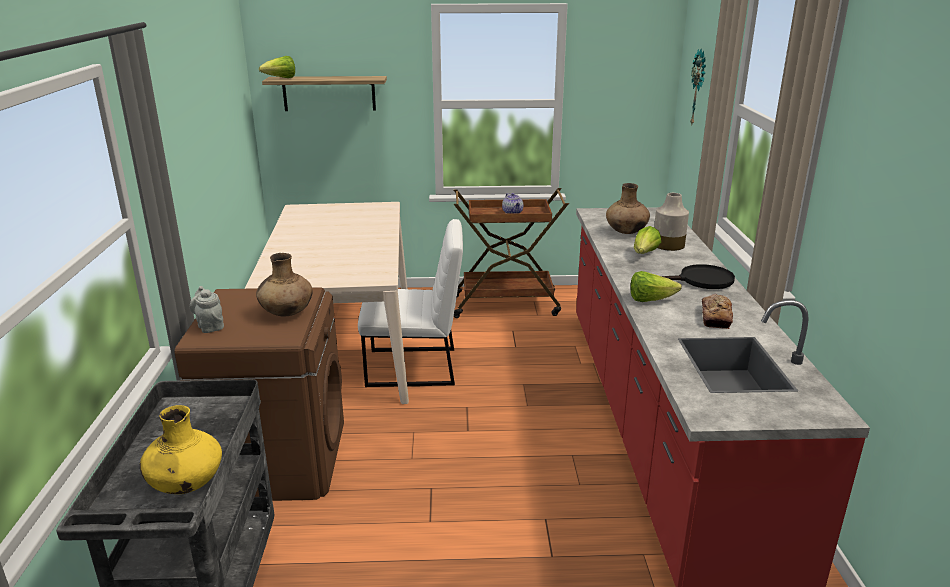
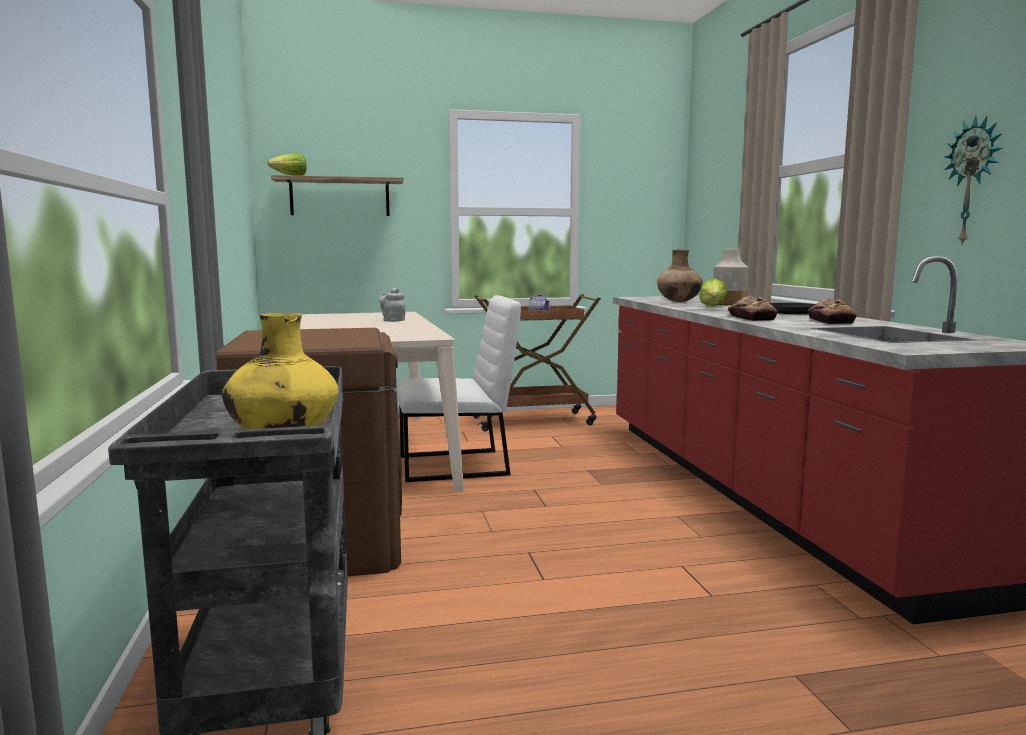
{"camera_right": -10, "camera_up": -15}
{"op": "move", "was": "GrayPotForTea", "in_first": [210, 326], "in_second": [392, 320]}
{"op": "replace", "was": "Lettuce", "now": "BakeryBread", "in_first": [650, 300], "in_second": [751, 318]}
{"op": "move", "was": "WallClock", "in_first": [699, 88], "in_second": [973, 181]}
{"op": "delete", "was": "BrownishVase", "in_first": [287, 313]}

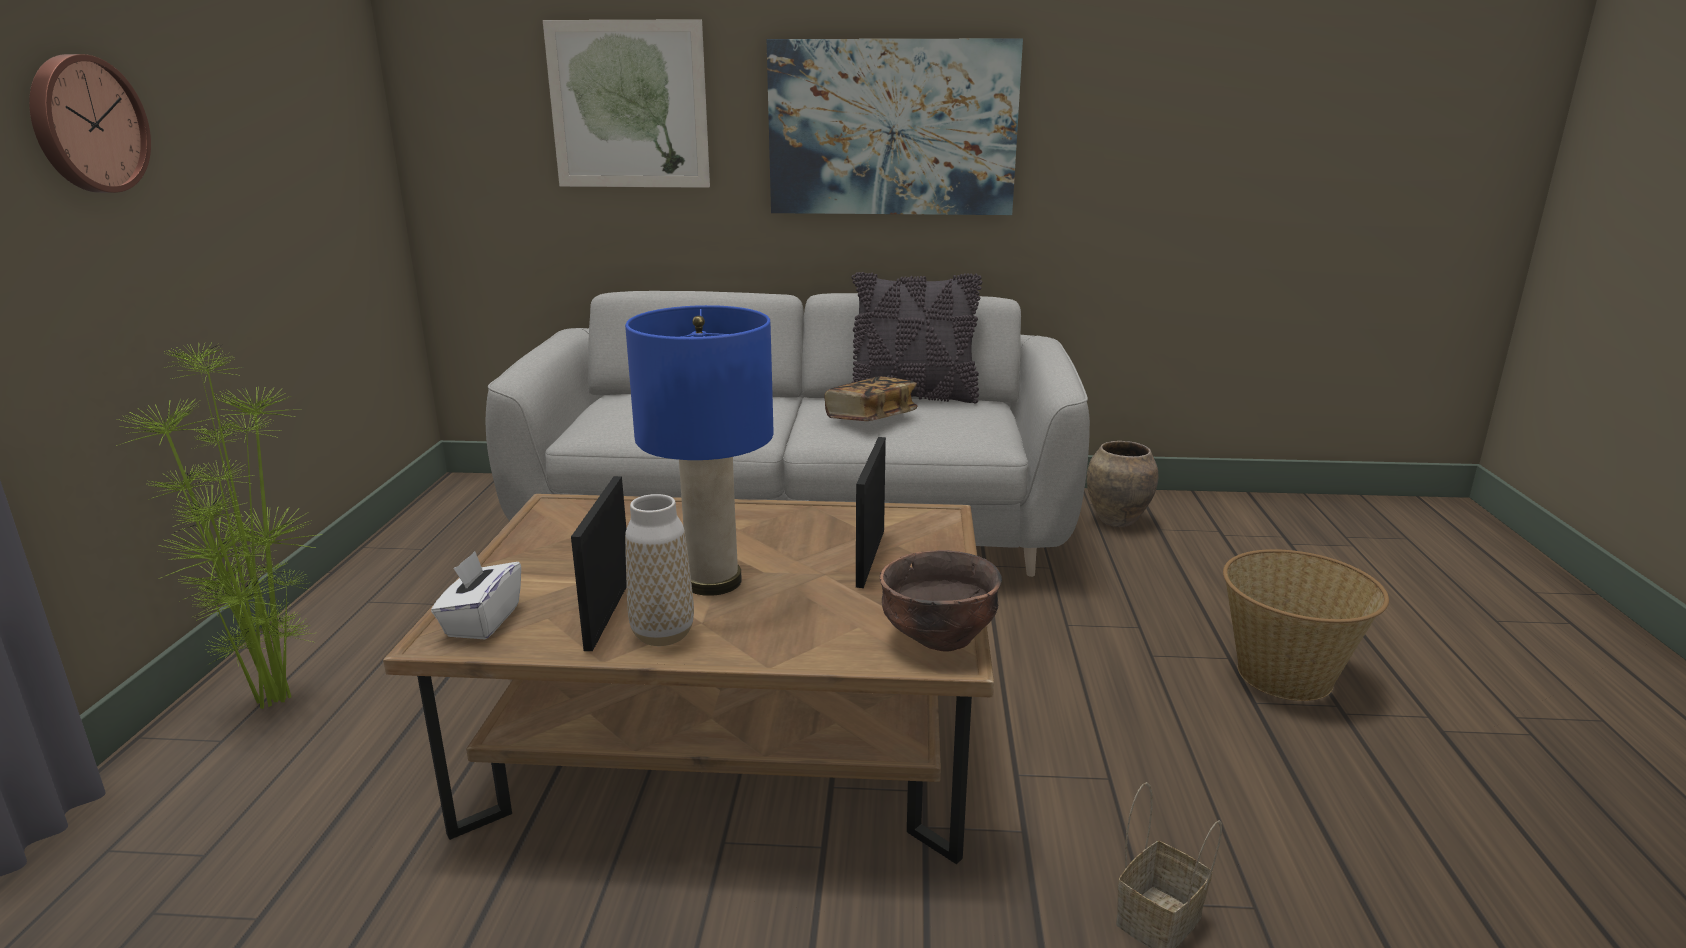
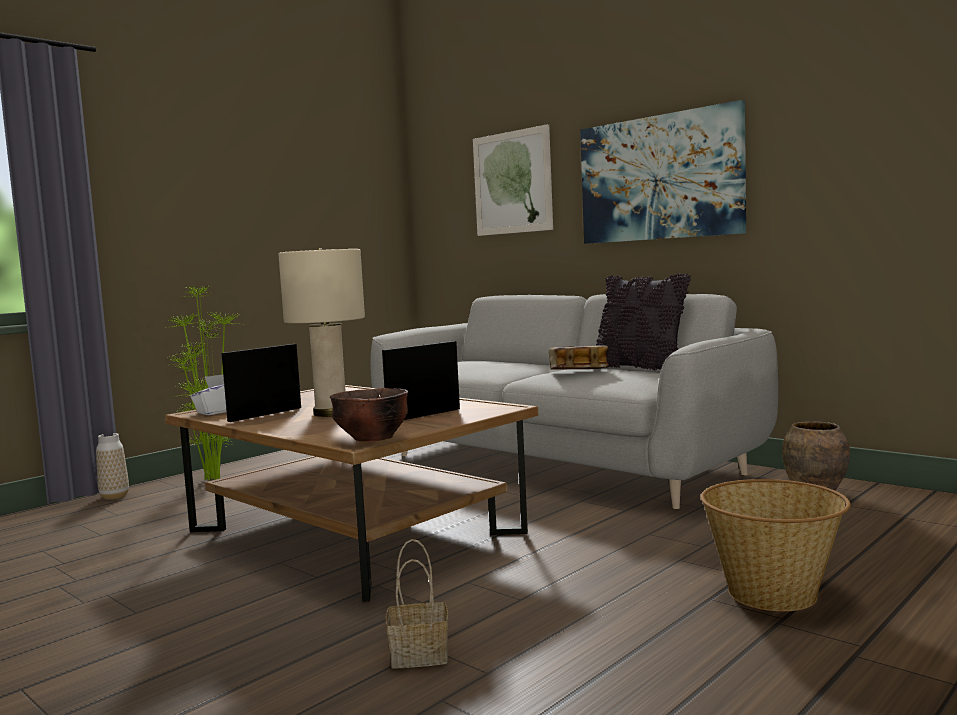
{"camera_right": 40, "camera_up": -15}
{"op": "move", "was": "Vase", "in_first": [662, 634], "in_second": [114, 496]}
{"op": "recolor", "was": "BlueLampForATable", "now": "BeigeLampForATable", "in_first": [711, 581], "in_second": [331, 413]}
{"op": "delete", "was": "WallClock", "in_first": [86, 124]}

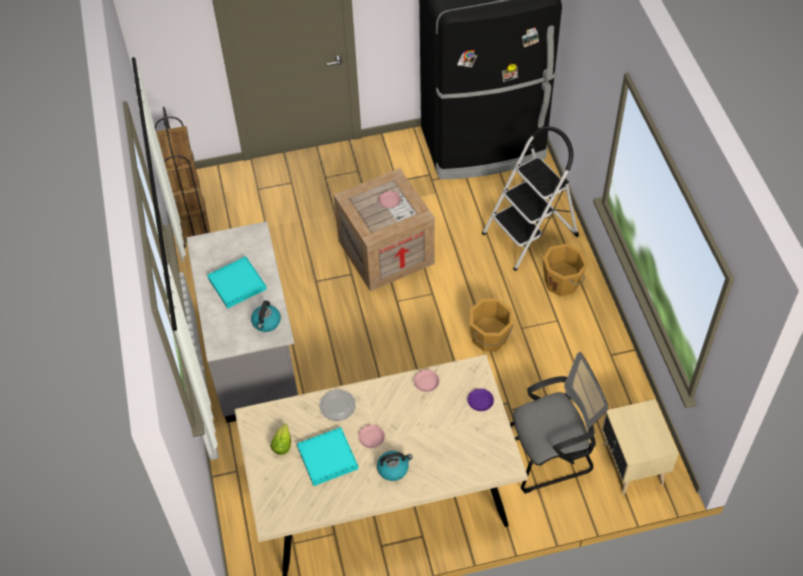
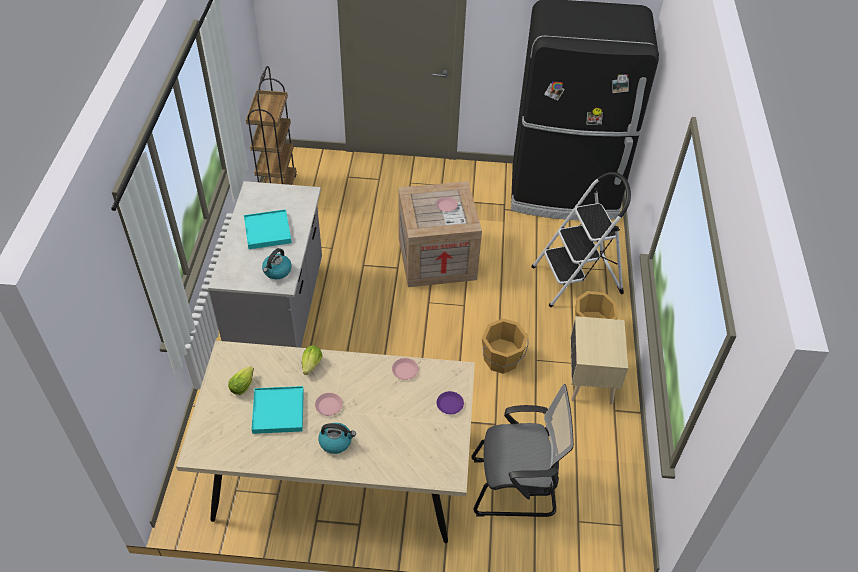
{"camera_right": 15, "camera_up": -5}
{"op": "replace", "was": "FlatDish", "now": "Lettuce", "in_first": [338, 405], "in_second": [311, 366]}
{"op": "move", "was": "BeigeNightstand", "in_first": [631, 465], "in_second": [589, 381]}

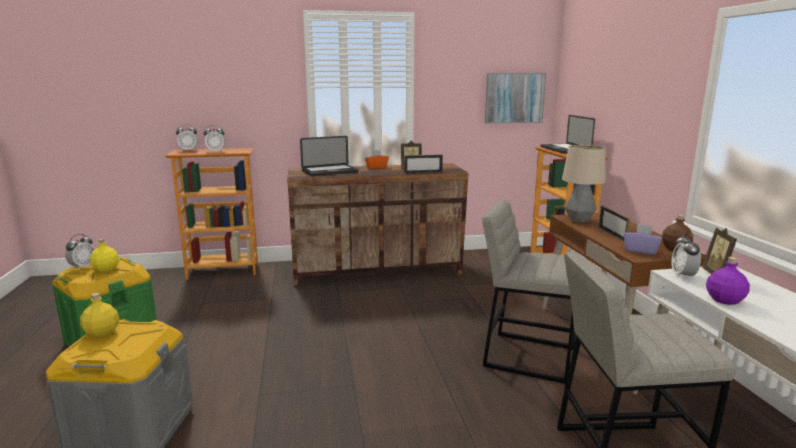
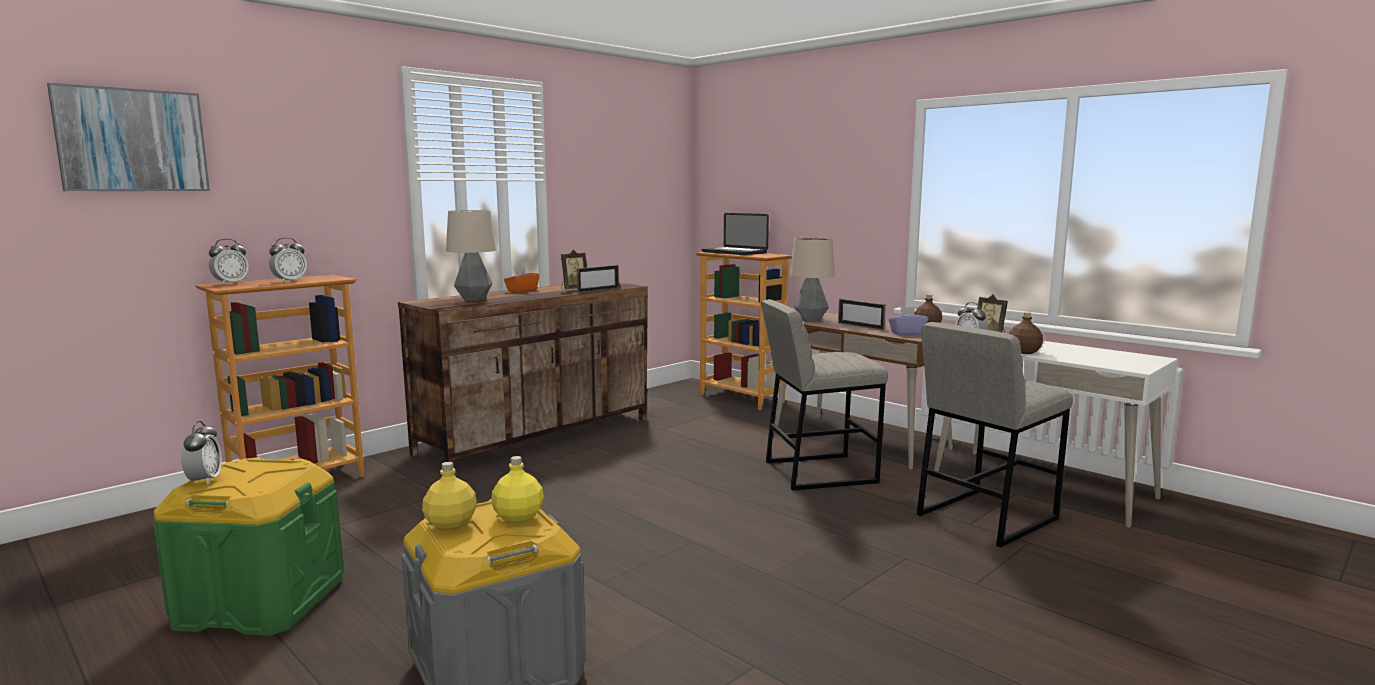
{"camera_right": -35, "camera_up": -5}
{"op": "move", "was": "Picture", "in_first": [514, 98], "in_second": [132, 140]}
{"op": "replace", "was": "NotebookComputer", "now": "LampForATable", "in_first": [330, 171], "in_second": [474, 299]}
{"op": "move", "was": "YellowishBottle", "in_first": [106, 269], "in_second": [519, 517]}
{"op": "recolor", "was": "PurpleBottle", "now": "BrownishBottle", "in_first": [724, 300], "in_second": [1023, 352]}

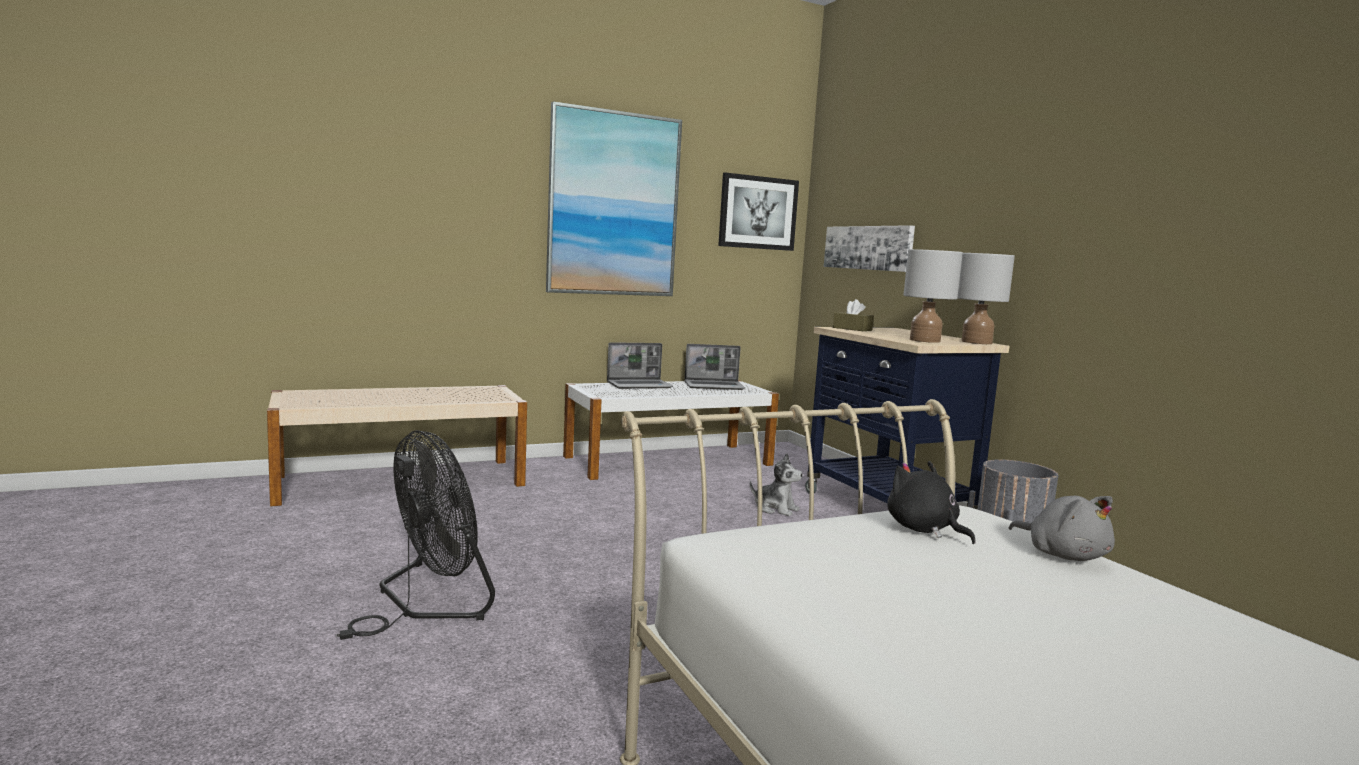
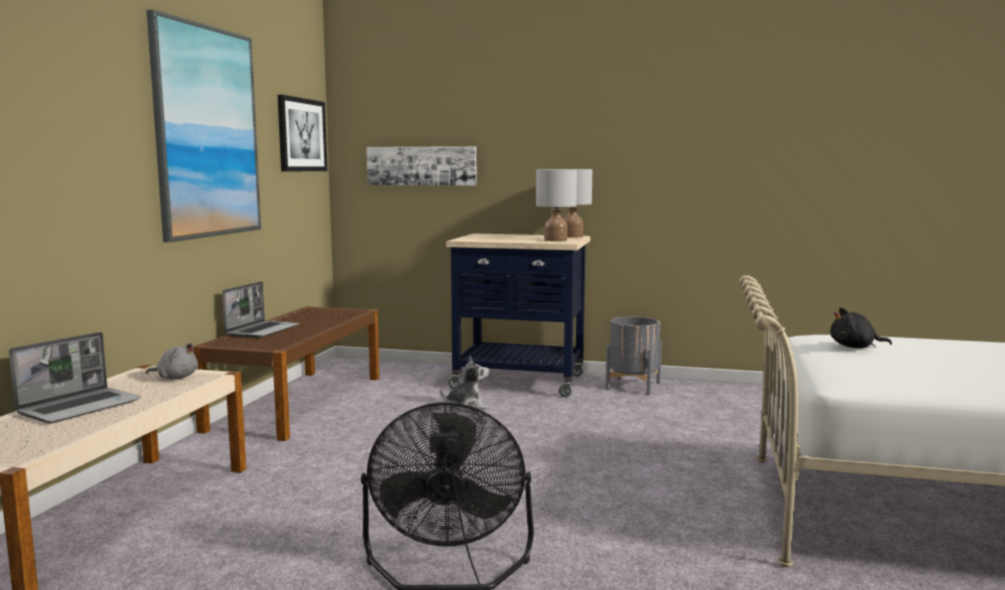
{"camera_right": -50, "camera_up": 0}
{"op": "move", "was": "NotebookComputer", "in_first": [714, 386], "in_second": [80, 407]}
{"op": "move", "was": "GraySoftToy", "in_first": [1063, 555], "in_second": [176, 377]}
{"op": "recolor", "was": "WhiteColouredBench", "now": "BrownishBench", "in_first": [668, 460], "in_second": [297, 402]}
{"op": "delete", "was": "BrownishBoxOfTissues", "in_first": [852, 329]}

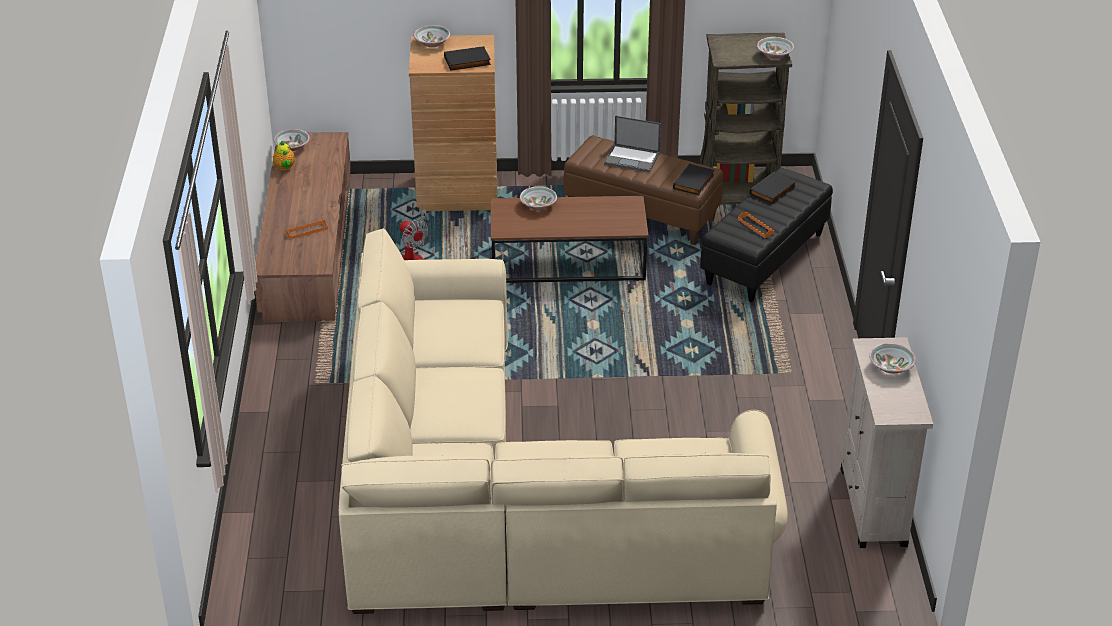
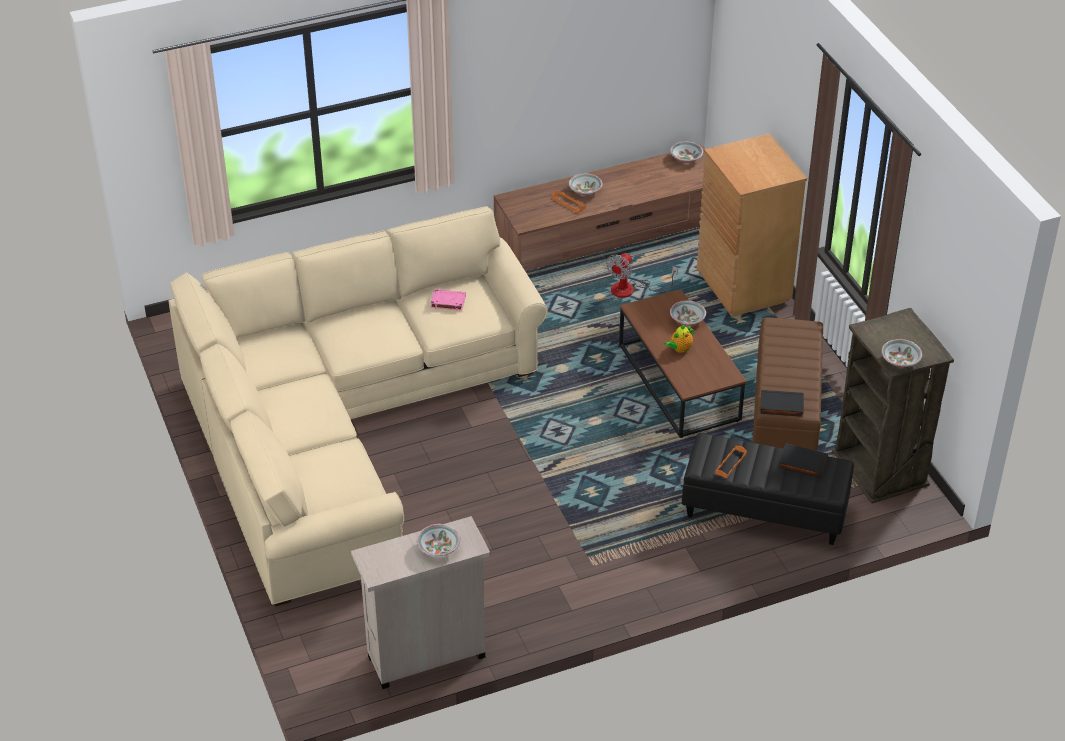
{"camera_right": 70, "camera_up": 5}
{"op": "insert", "now": "PinkColouredVolume", "in_second": [447, 302]}
{"op": "move", "was": "DeepDish", "in_first": [432, 43], "in_second": [585, 191]}
{"op": "move", "was": "PotForTea", "in_first": [285, 167], "in_second": [679, 349]}
{"op": "delete", "was": "BlackishVolume", "in_first": [467, 62]}
{"op": "delete", "was": "NotebookComputer", "in_first": [632, 158]}

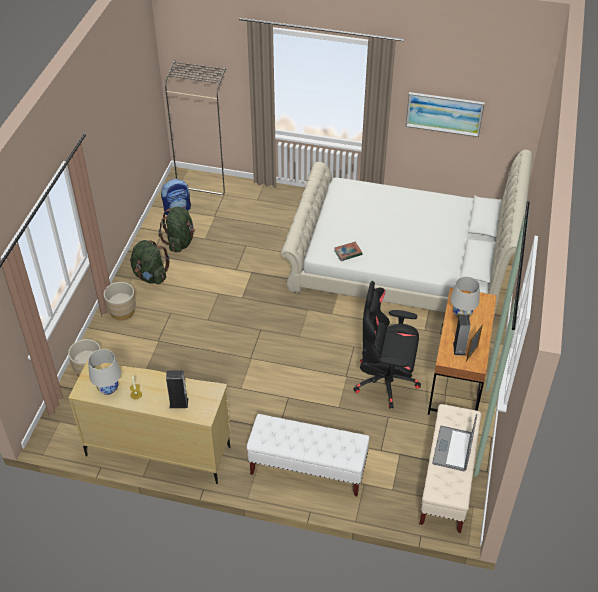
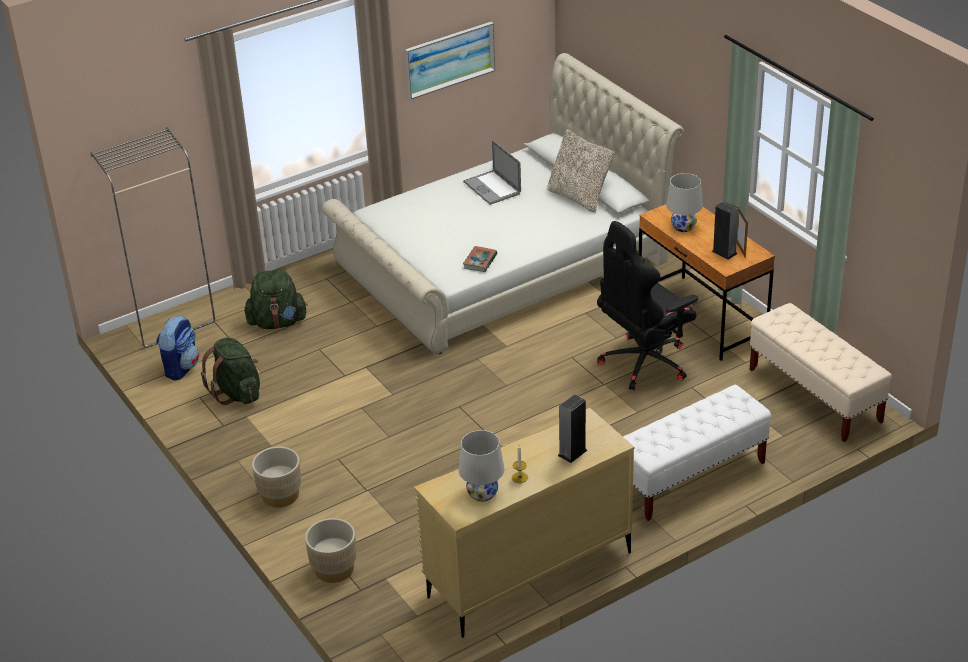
{"camera_right": -45, "camera_up": -10}
{"op": "move", "was": "GreenColouredKnapsack", "in_first": [150, 276], "in_second": [277, 322]}
{"op": "move", "was": "NotebookComputer", "in_first": [452, 448], "in_second": [492, 188]}
{"op": "insert", "now": "BeigeCushion", "in_second": [579, 196]}

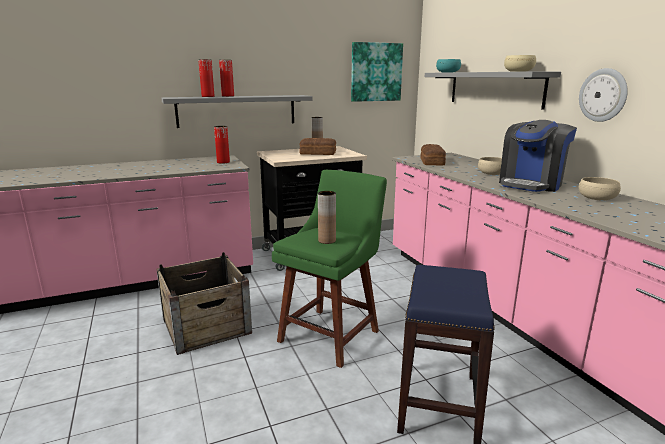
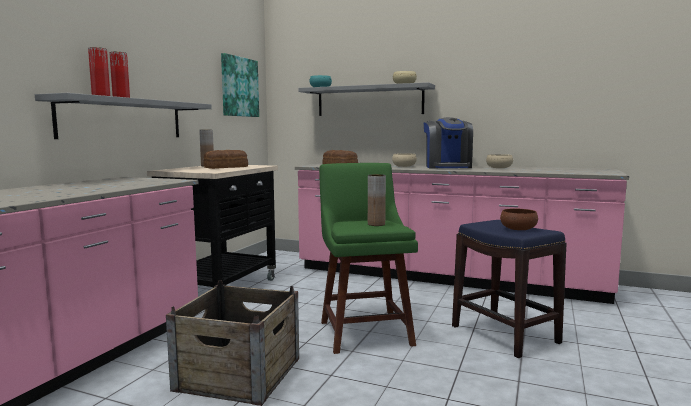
{"camera_right": -45, "camera_up": -10}
{"op": "insert", "now": "BrownishDeepDish", "in_second": [518, 228]}
{"op": "delete", "was": "RedColouredVase", "in_first": [223, 162]}
{"op": "delete", "was": "WallClock", "in_first": [603, 95]}

